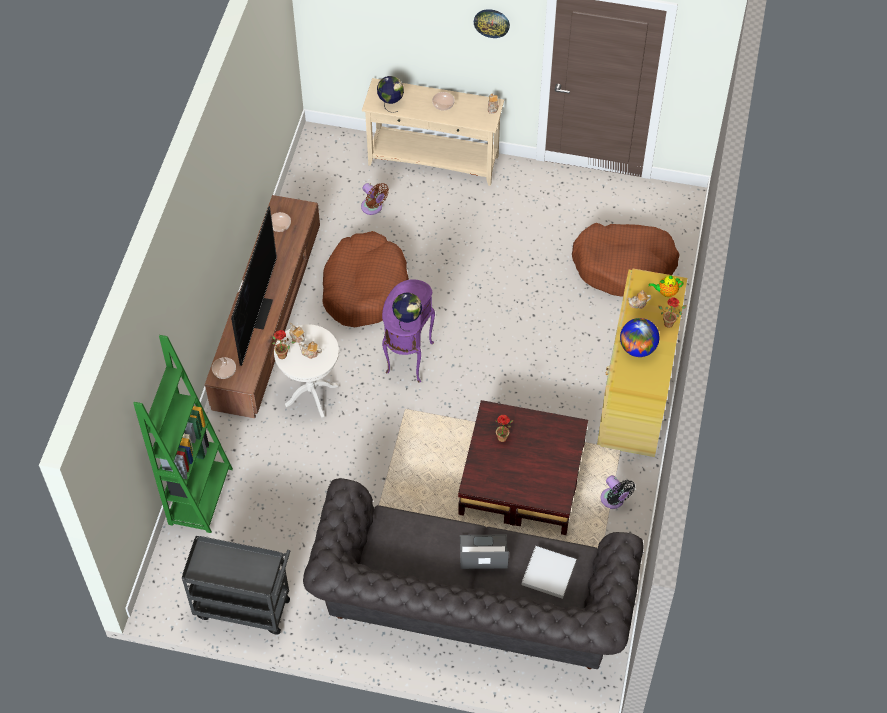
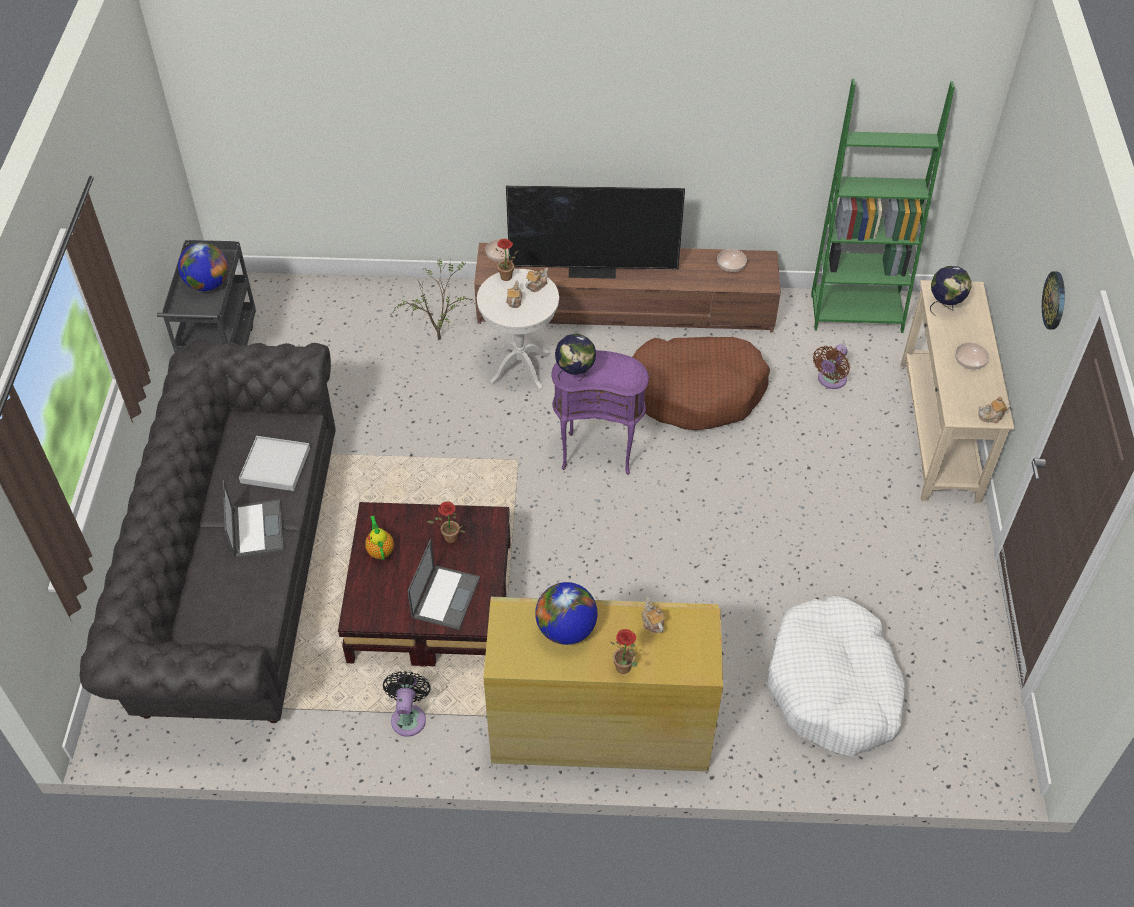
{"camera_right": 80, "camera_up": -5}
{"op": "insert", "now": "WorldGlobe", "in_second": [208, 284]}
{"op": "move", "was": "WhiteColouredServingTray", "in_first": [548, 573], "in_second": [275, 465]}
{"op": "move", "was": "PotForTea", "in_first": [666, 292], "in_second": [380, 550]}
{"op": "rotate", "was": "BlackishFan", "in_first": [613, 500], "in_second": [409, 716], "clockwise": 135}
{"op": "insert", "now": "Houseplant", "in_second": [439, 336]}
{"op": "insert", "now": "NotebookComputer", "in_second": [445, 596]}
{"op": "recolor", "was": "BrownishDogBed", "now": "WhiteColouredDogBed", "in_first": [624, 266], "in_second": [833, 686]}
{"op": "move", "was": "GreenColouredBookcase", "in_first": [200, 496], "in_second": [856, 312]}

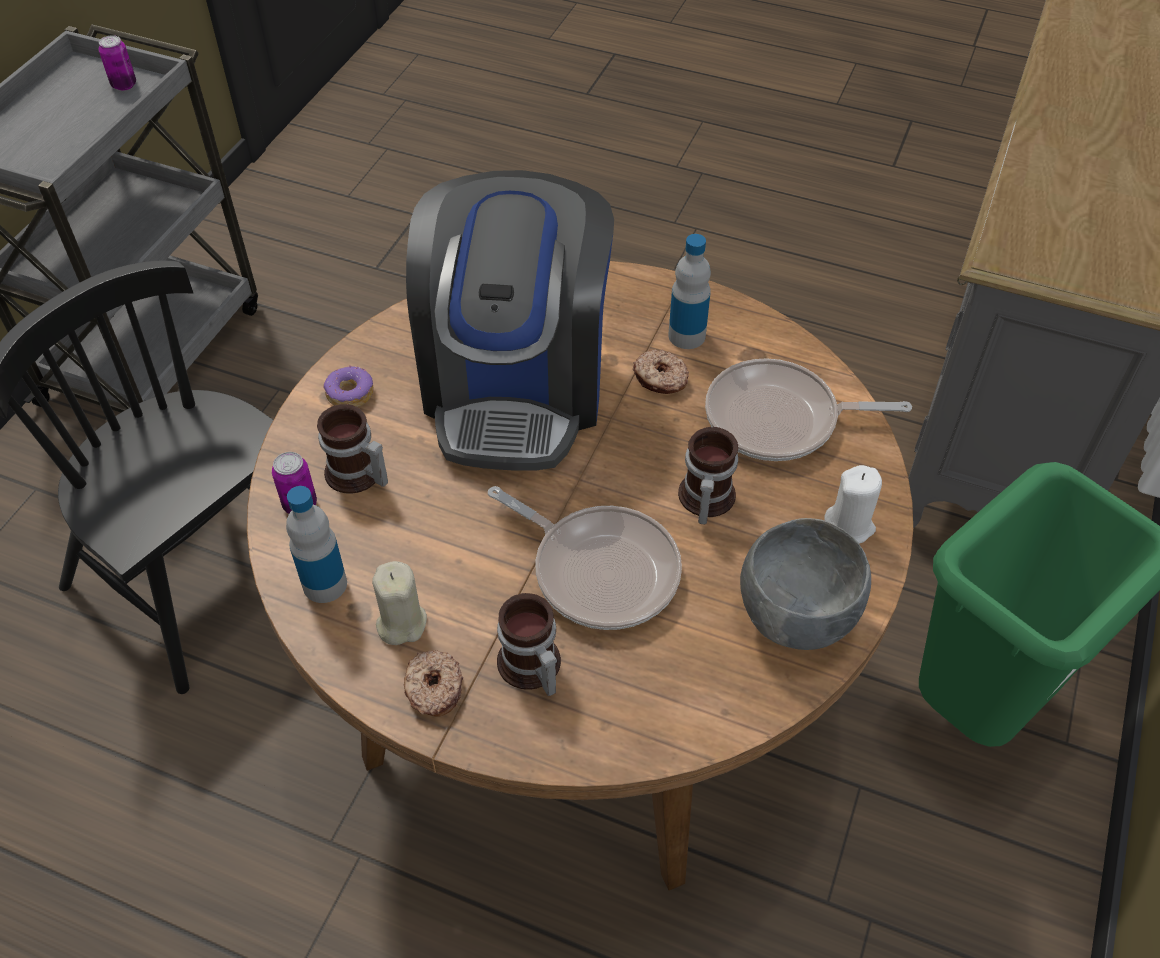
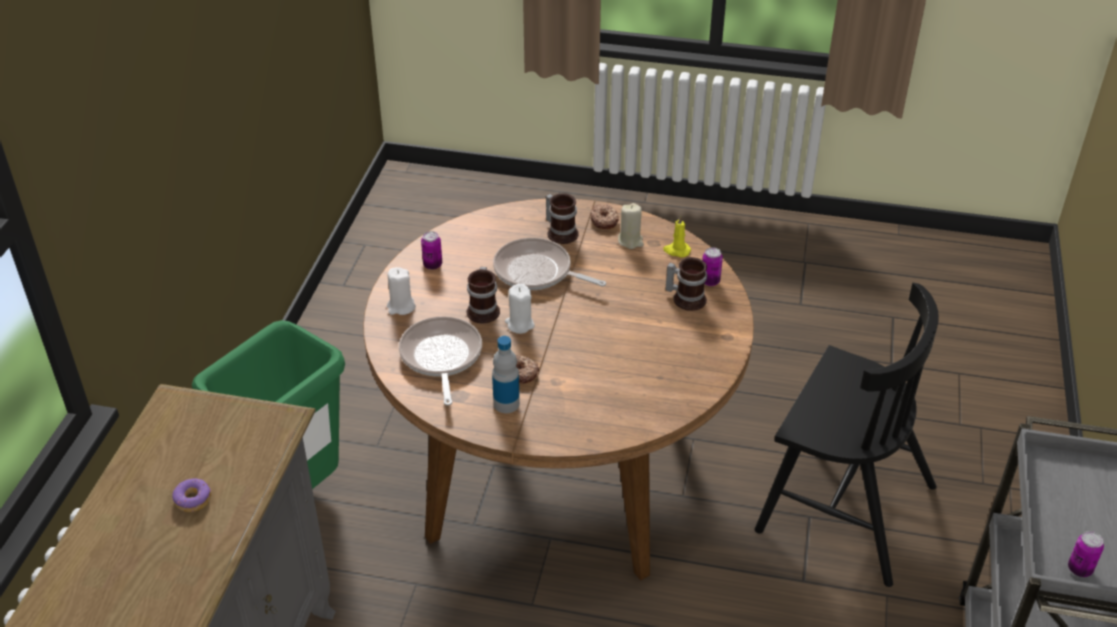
{"camera_right": 170, "camera_up": -10}
{"op": "move", "was": "Donut", "in_first": [349, 394], "in_second": [193, 500]}
{"op": "rotate", "was": "FryingPan", "in_first": [779, 419], "in_second": [441, 357], "clockwise": -90}
{"op": "replace", "was": "GrayDeepDish", "now": "Can", "in_first": [794, 617], "in_second": [432, 265]}
{"op": "insert", "now": "WhiteColouredWaxCandle", "in_second": [519, 324]}
{"op": "replace", "was": "Bottle", "now": "YellowishWaxCandle", "in_first": [325, 584], "in_second": [676, 250]}
{"op": "delete", "was": "CoffeeMachine", "in_first": [516, 385]}

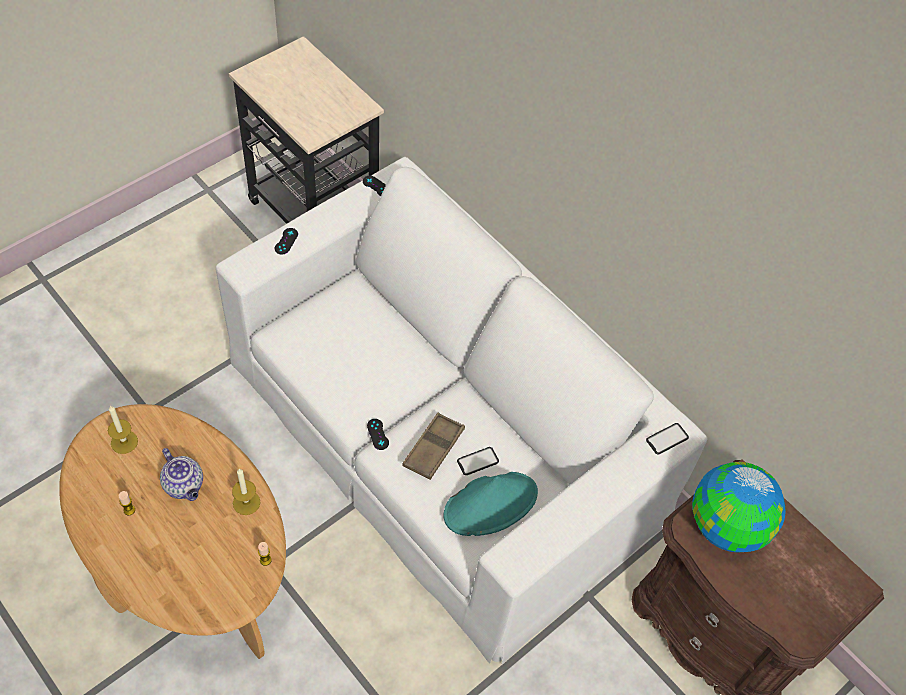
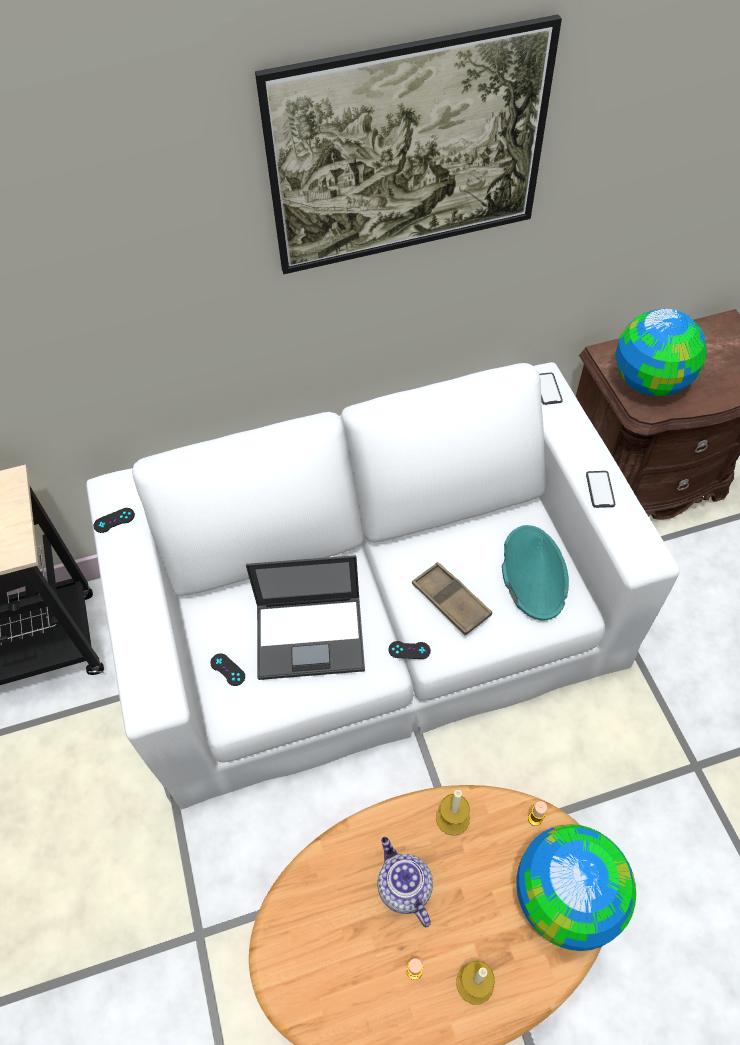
{"camera_right": -60, "camera_up": 0}
{"op": "move", "was": "BlackishJoypad", "in_first": [286, 241], "in_second": [227, 669]}
{"op": "insert", "now": "NotebookComputer", "in_second": [311, 636]}
{"op": "insert", "now": "Picture", "in_second": [408, 199]}
{"op": "rotate", "was": "PotForTea", "in_first": [185, 485], "in_second": [403, 886], "clockwise": -105}
{"op": "move", "was": "WaxCandle", "in_first": [124, 442], "in_second": [475, 983]}
{"op": "insert", "now": "WorldGlobe", "in_second": [565, 895]}
{"op": "move", "was": "Telephone", "in_first": [477, 461], "in_second": [600, 489]}

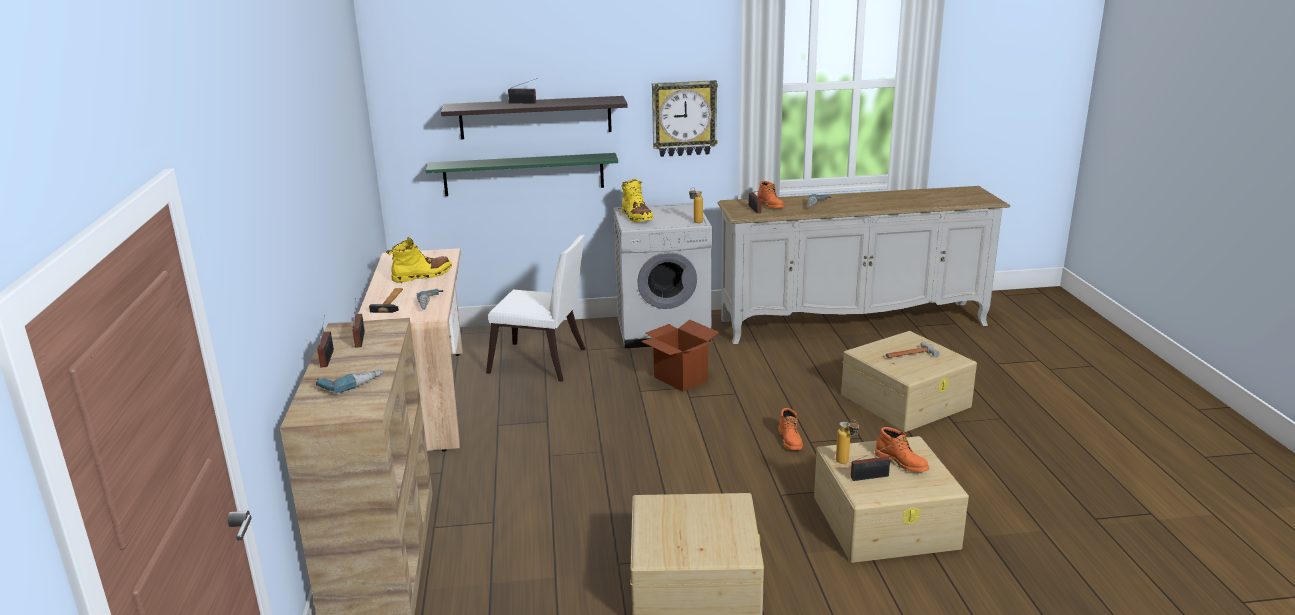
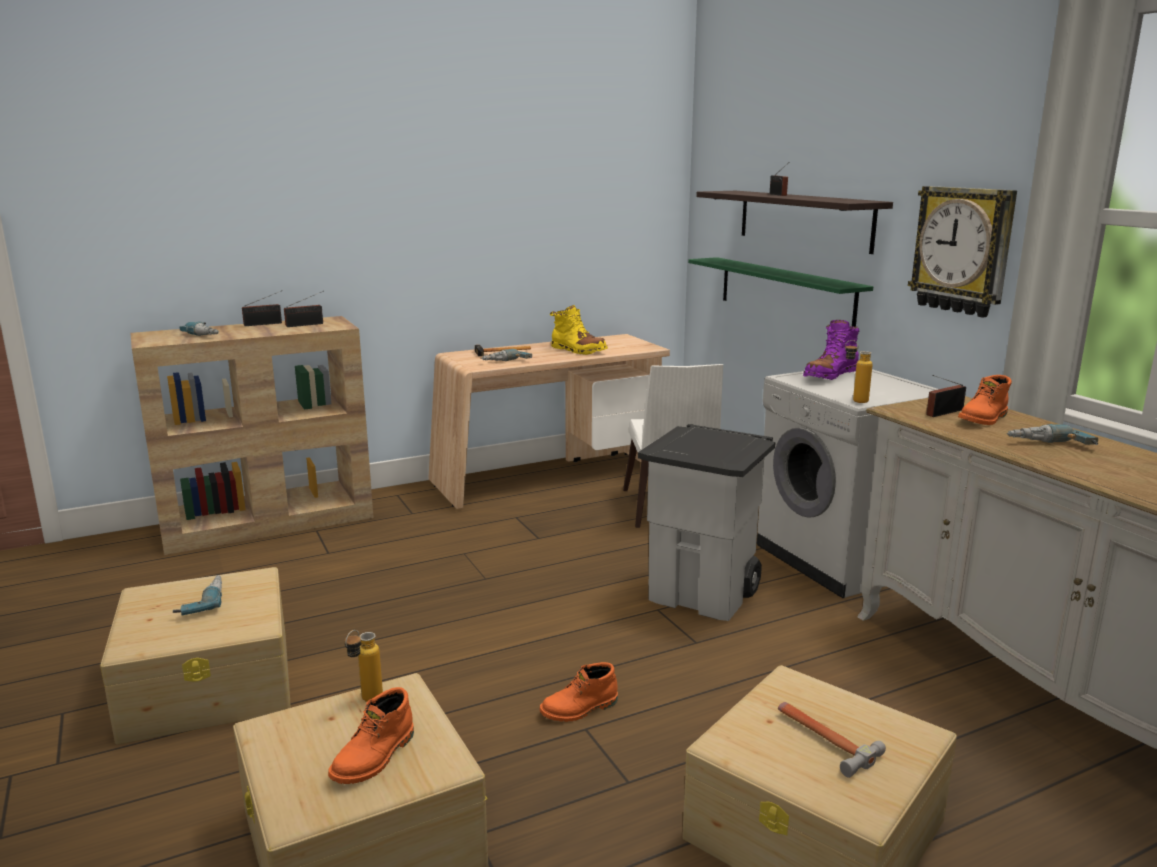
{"camera_right": 70, "camera_up": -5}
{"op": "insert", "now": "ElectricDrill", "in_second": [201, 602]}
{"op": "replace", "was": "Carton", "now": "GrayRubbishBin", "in_first": [680, 379], "in_second": [704, 595]}
{"op": "recolor", "was": "YellowishHighTopBoot", "now": "PurpleHighTopBoot", "in_first": [636, 217], "in_second": [830, 375]}
{"op": "delete", "was": "RadioReceiver", "in_first": [872, 477]}

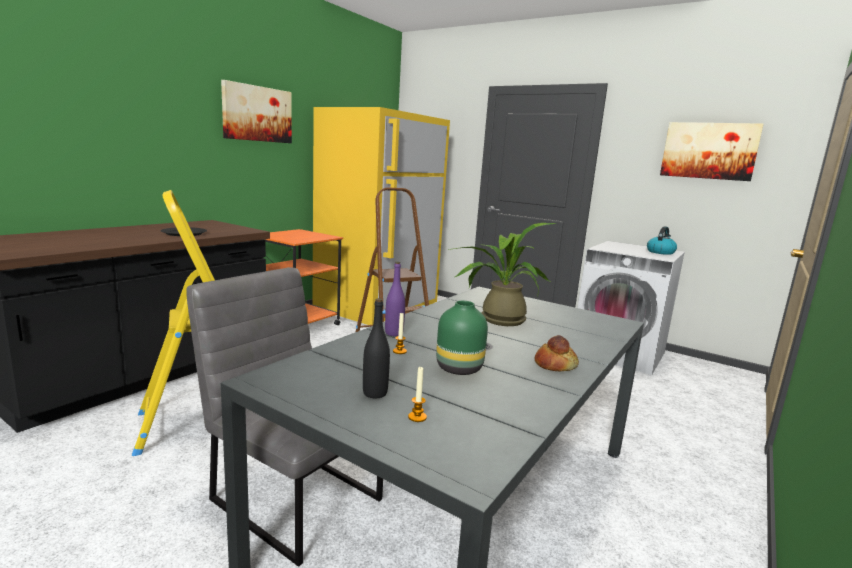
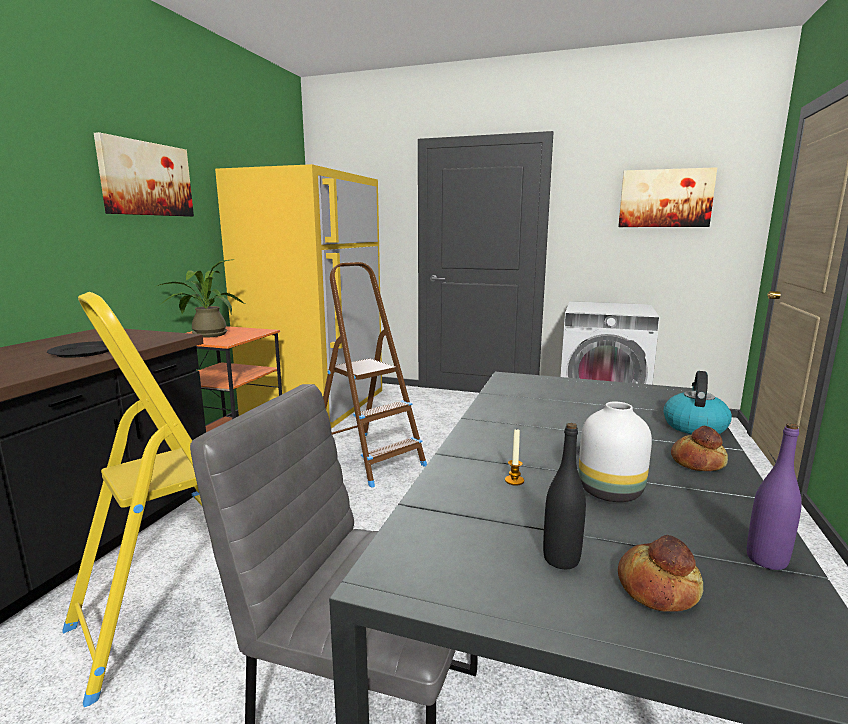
{"camera_right": -15, "camera_up": 0}
{"op": "move", "was": "Houseplant", "in_first": [497, 319], "in_second": [205, 334]}
{"op": "recolor", "was": "GreenColouredVase", "now": "WhiteColouredVase", "in_first": [460, 368], "in_second": [610, 491]}
{"op": "replace", "was": "WaxCandle", "now": "BakeryBread", "in_first": [417, 417], "in_second": [657, 587]}
{"op": "move", "was": "Kettle", "in_first": [660, 252], "in_second": [694, 426]}
{"op": "move", "was": "PurpleBottle", "in_first": [394, 333], "in_second": [766, 560]}

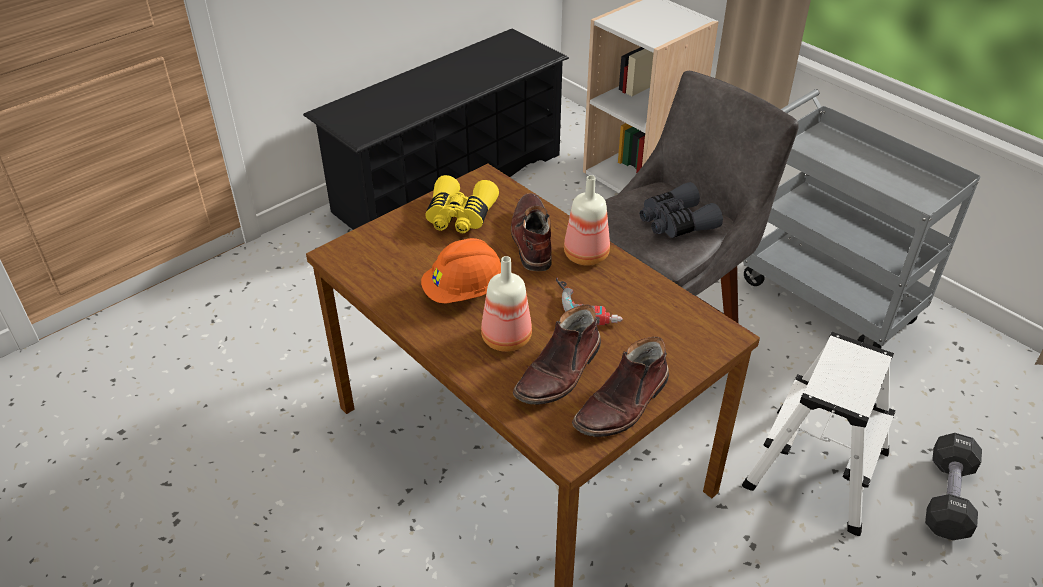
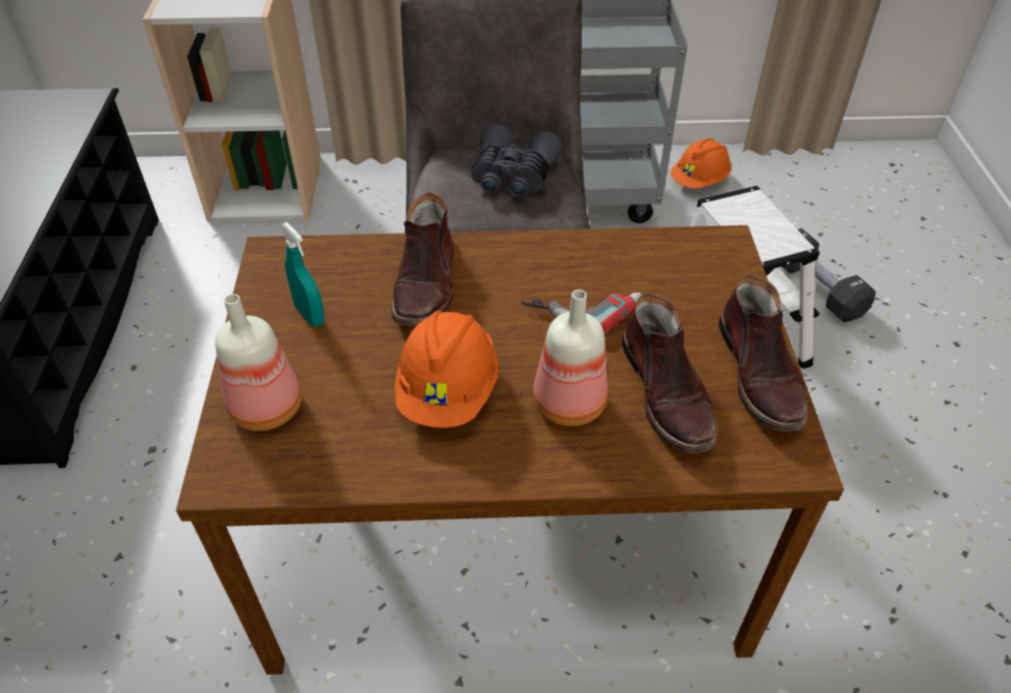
{"camera_right": -50, "camera_up": 5}
{"op": "move", "was": "Bottle", "in_first": [587, 256], "in_second": [269, 409]}
{"op": "replace", "was": "YellowishFieldGlasses", "now": "BlueGreenSprayBottle", "in_first": [459, 216], "in_second": [310, 316]}
{"op": "rotate", "was": "BrownishHighTopBoot", "in_first": [531, 239], "in_second": [427, 283], "clockwise": -120}
{"op": "insert", "now": "OrangeSafetyHelmet", "in_second": [699, 181]}

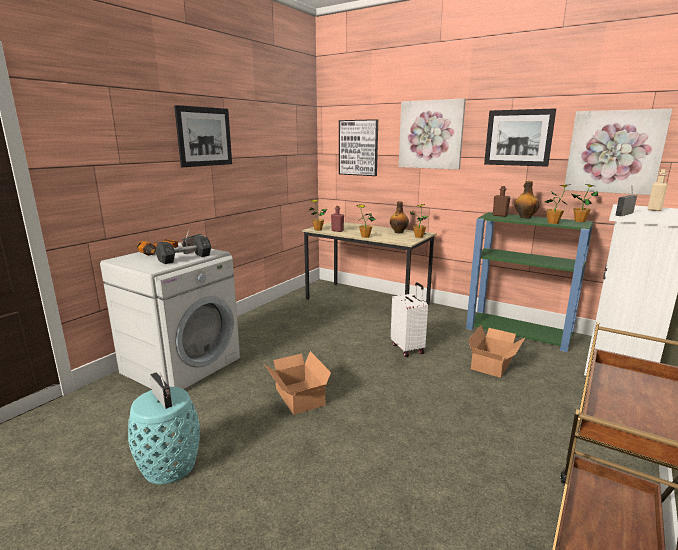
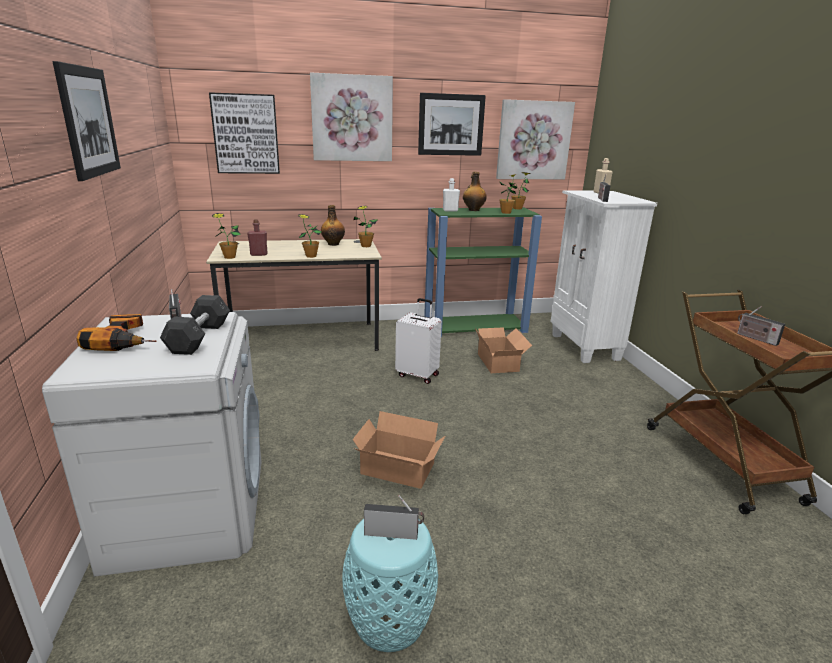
{"camera_right": -45, "camera_up": 5}
{"op": "recolor", "was": "BrownishBottle", "now": "WhiteColouredBottle", "in_first": [500, 215], "in_second": [450, 210]}
{"op": "insert", "now": "RadioReceiver", "in_second": [755, 338]}

